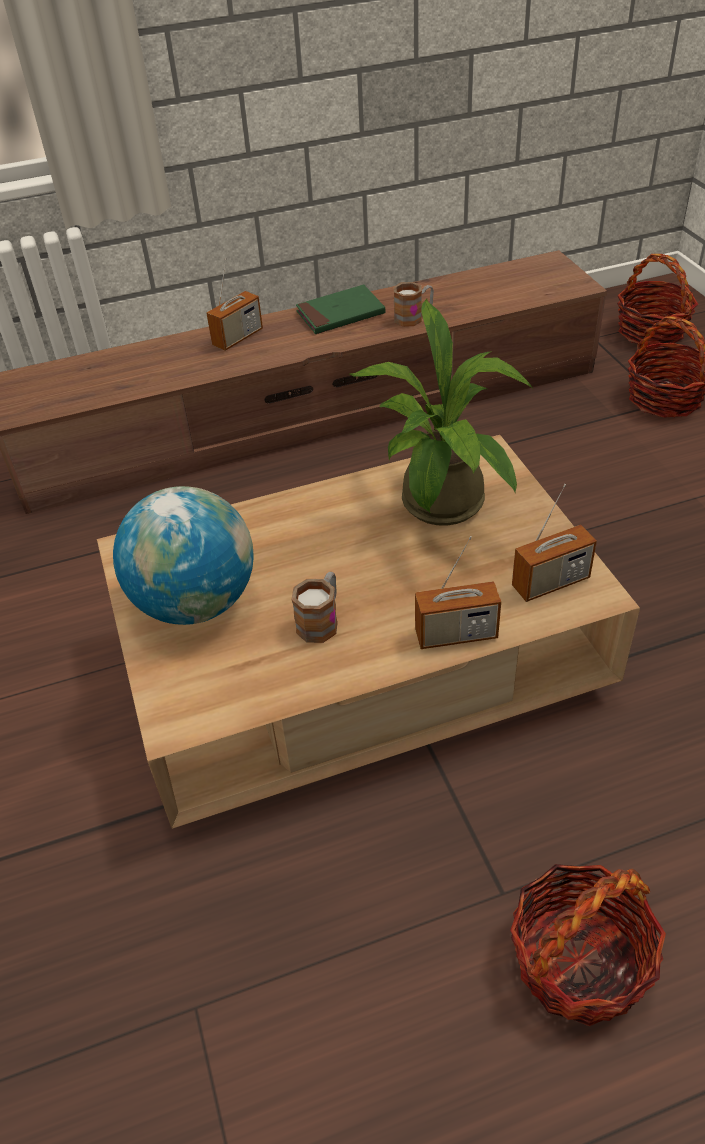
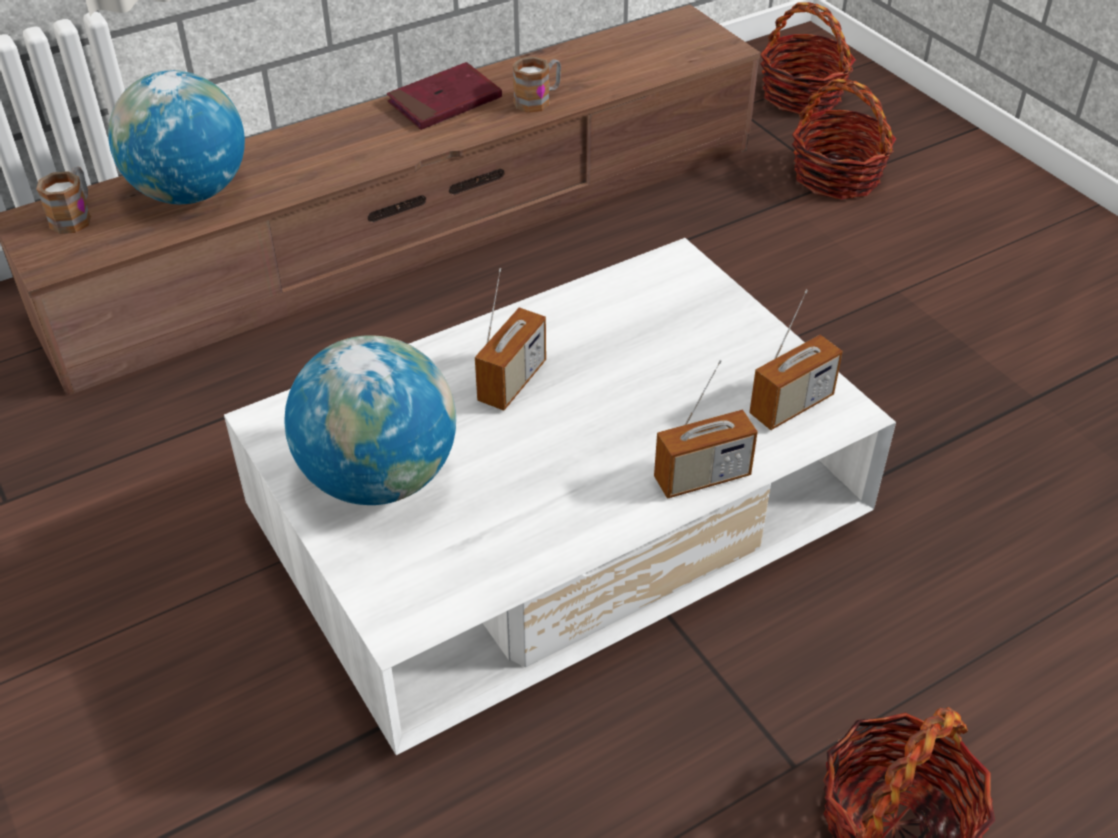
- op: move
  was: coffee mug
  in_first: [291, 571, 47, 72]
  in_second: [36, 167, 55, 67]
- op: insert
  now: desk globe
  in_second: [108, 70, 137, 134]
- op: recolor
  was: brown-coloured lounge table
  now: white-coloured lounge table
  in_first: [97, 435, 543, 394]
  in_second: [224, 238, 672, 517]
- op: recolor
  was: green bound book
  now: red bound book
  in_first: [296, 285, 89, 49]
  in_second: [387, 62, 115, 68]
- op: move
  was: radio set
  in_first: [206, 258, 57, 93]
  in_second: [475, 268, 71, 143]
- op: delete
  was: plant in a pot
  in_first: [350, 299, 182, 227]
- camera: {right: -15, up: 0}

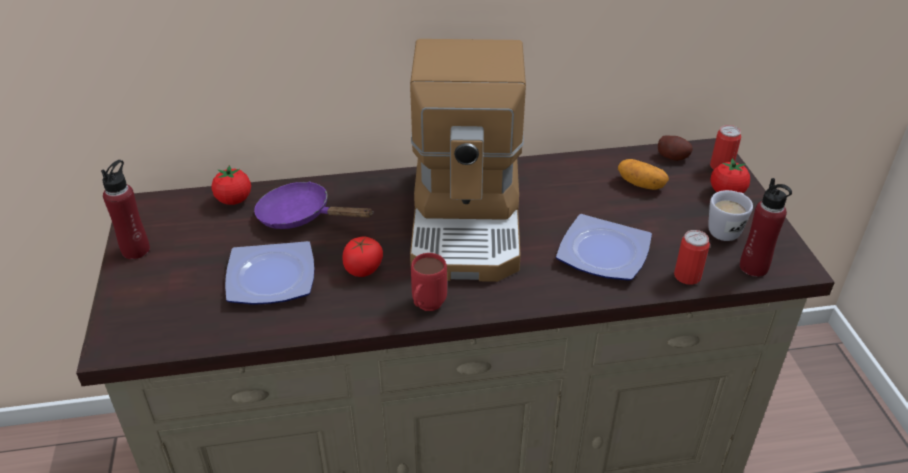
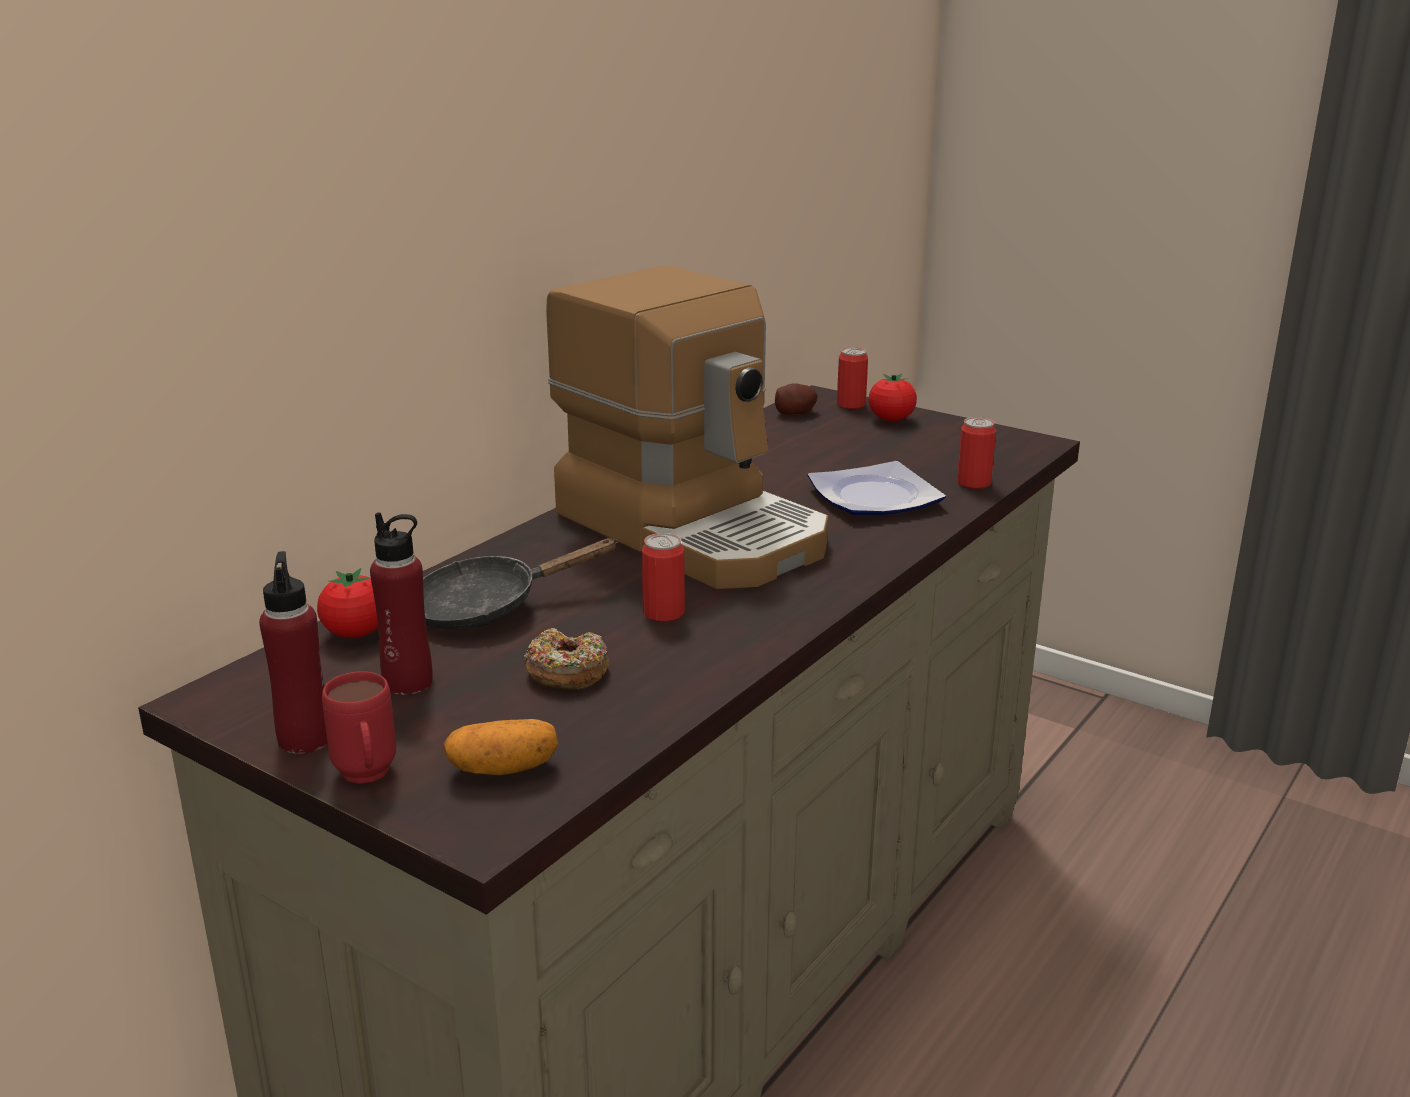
- op: move
  was: red coffee mug
  in_first: [411, 253, 36, 58]
  in_second: [322, 671, 74, 113]
- op: move
  was: red bottle
  in_first: [740, 178, 52, 99]
  in_second: [370, 513, 63, 182]
- op: recolor
  was: purple-coloured pan
  now: blackish pan
  in_first: [254, 181, 120, 48]
  in_second: [423, 538, 195, 92]
- op: move
  was: potato
  in_first: [618, 159, 51, 31]
  in_second: [444, 719, 114, 56]
- op: replace
  was: plate
  now: doughnut
  in_first: [225, 241, 89, 64]
  in_second: [524, 628, 85, 62]
- op: replace
  was: tomato
  now: can
  in_first: [342, 236, 41, 41]
  in_second: [642, 533, 43, 89]
- op: delete
  was: white-coloured coffee mug
  in_first: [708, 190, 45, 51]
- camera: {right: -45, up: -15}

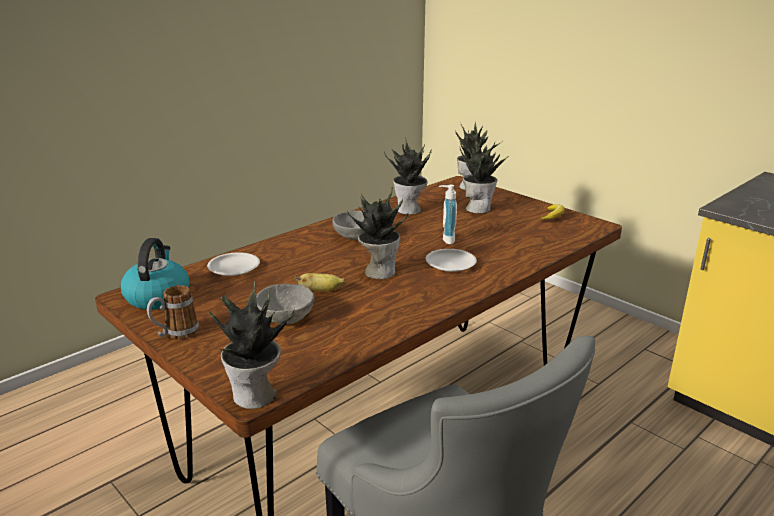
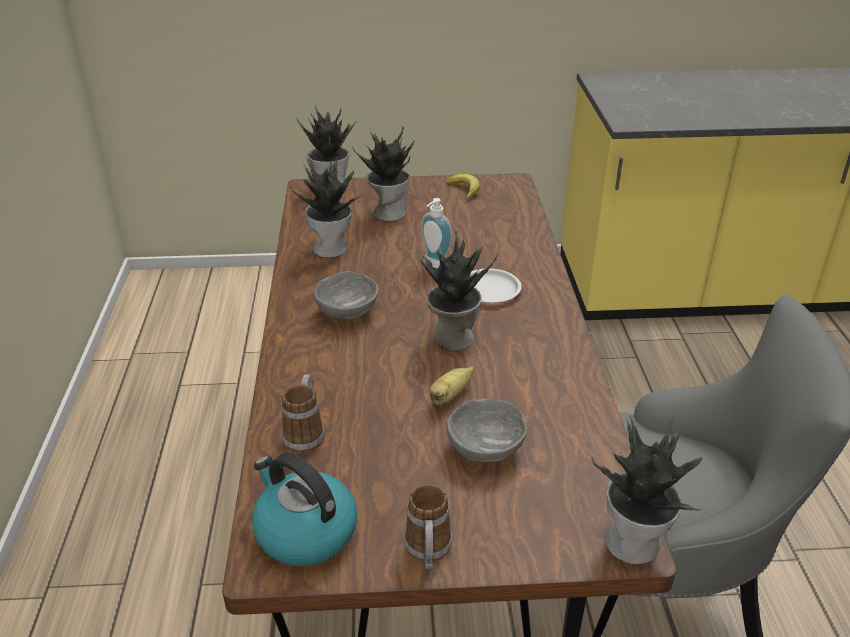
- op: replace
  was: white-coloured plate
  now: coffee mug
  in_first: [207, 252, 53, 24]
  in_second: [281, 374, 44, 79]
- camera: {right: -50, up: 10}

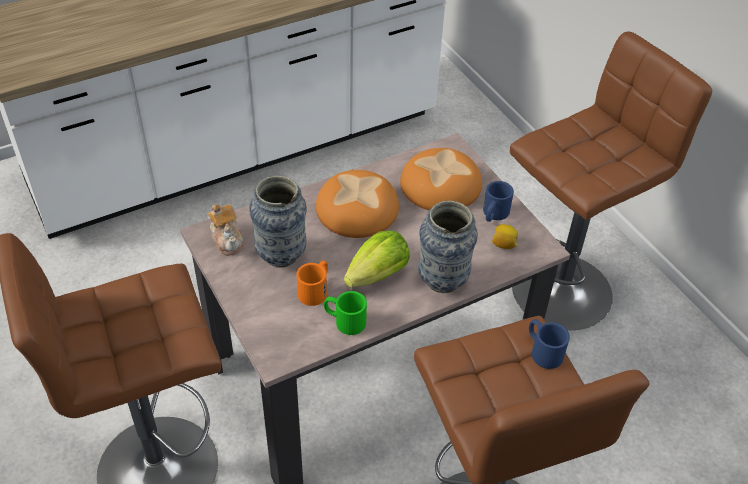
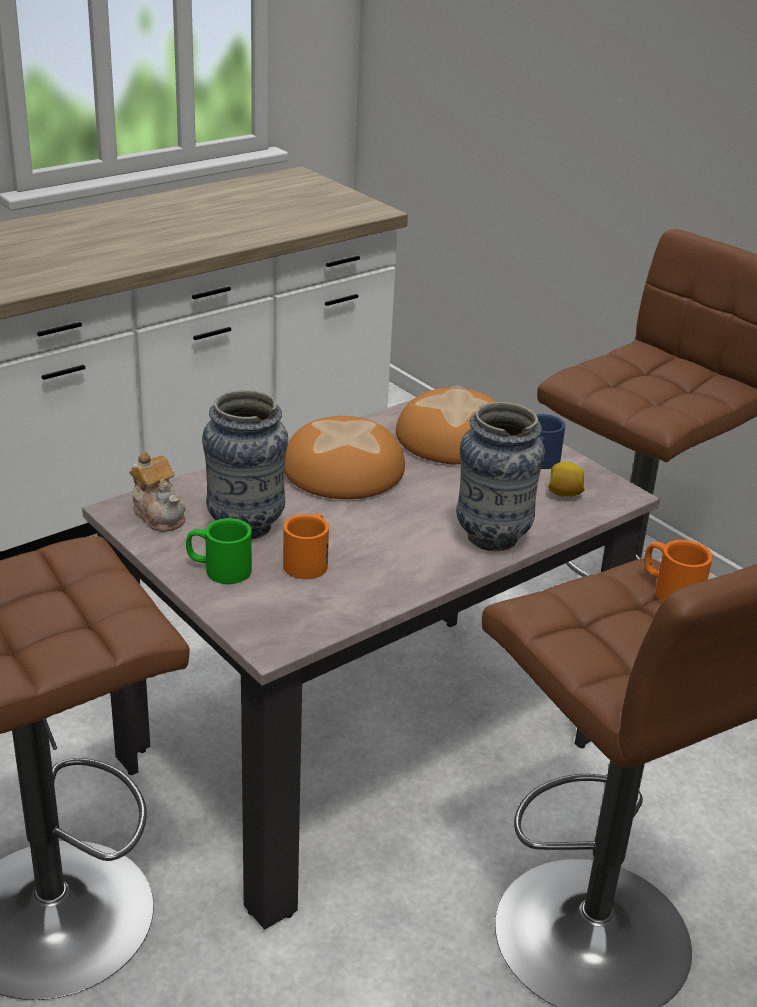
- op: move
  was: green coffee mug
  in_first: [324, 291, 43, 44]
  in_second: [186, 518, 66, 66]
- op: recolor
  was: bluish coffee mug
  now: orange coffee mug
  in_first: [529, 319, 41, 50]
  in_second: [644, 540, 69, 62]
- op: delete
  was: head of lettuce
  in_first: [344, 231, 66, 57]
- camera: {right: -10, up: -15}

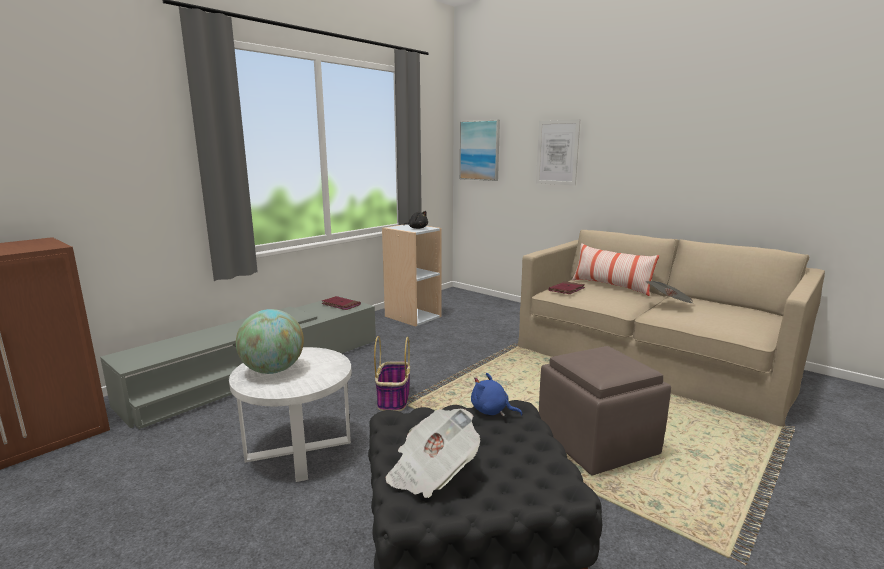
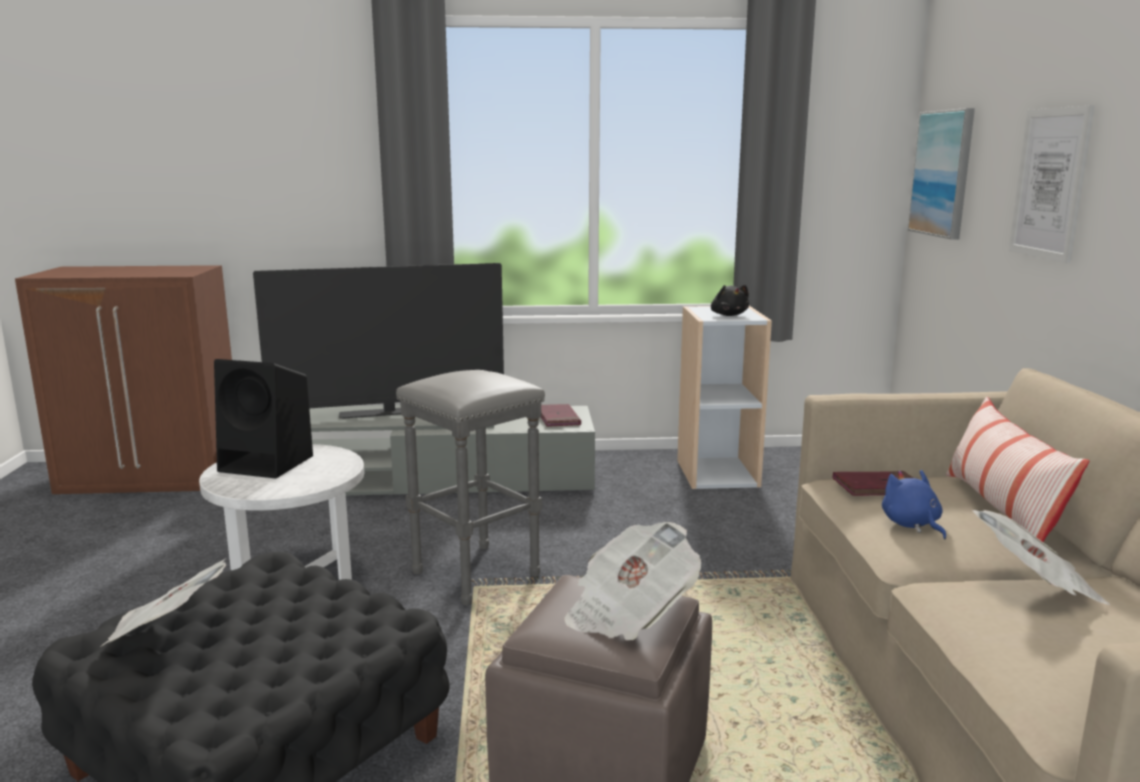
- op: replace
  was: desk globe
  now: blackish audio speaker
  in_first: [236, 309, 68, 65]
  in_second: [214, 359, 99, 119]
- op: insert
  now: television
  in_second: [253, 263, 251, 156]
- op: replace
  was: storage basket
  now: greyish stool seat
  in_first: [374, 336, 36, 75]
  in_second: [396, 370, 149, 235]
- op: insert
  now: daily paper
  in_second: [564, 522, 137, 118]
- op: move
  was: bluish soft toy
  in_first: [471, 373, 52, 44]
  in_second: [882, 470, 64, 69]
- camera: {right: 45, up: 0}

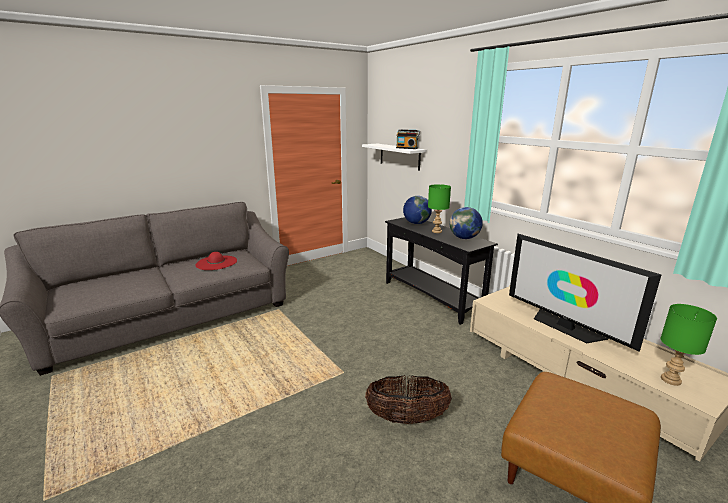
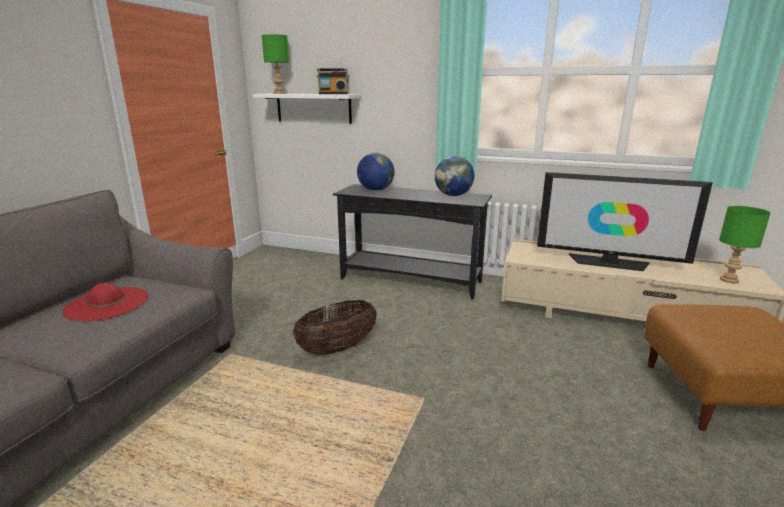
- op: move
  was: green table lamp
  in_first: [428, 184, 23, 49]
  in_second: [262, 34, 27, 60]
- op: move
  was: storage basket
  in_first: [365, 375, 87, 49]
  in_second: [293, 300, 84, 55]
- camera: {right: -35, up: 0}

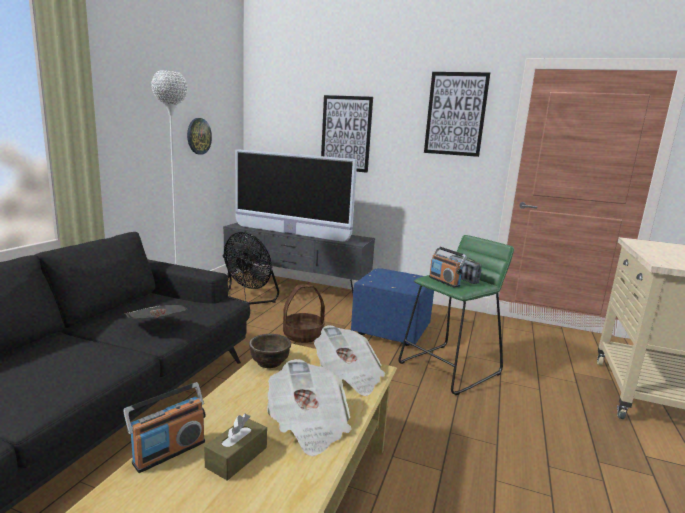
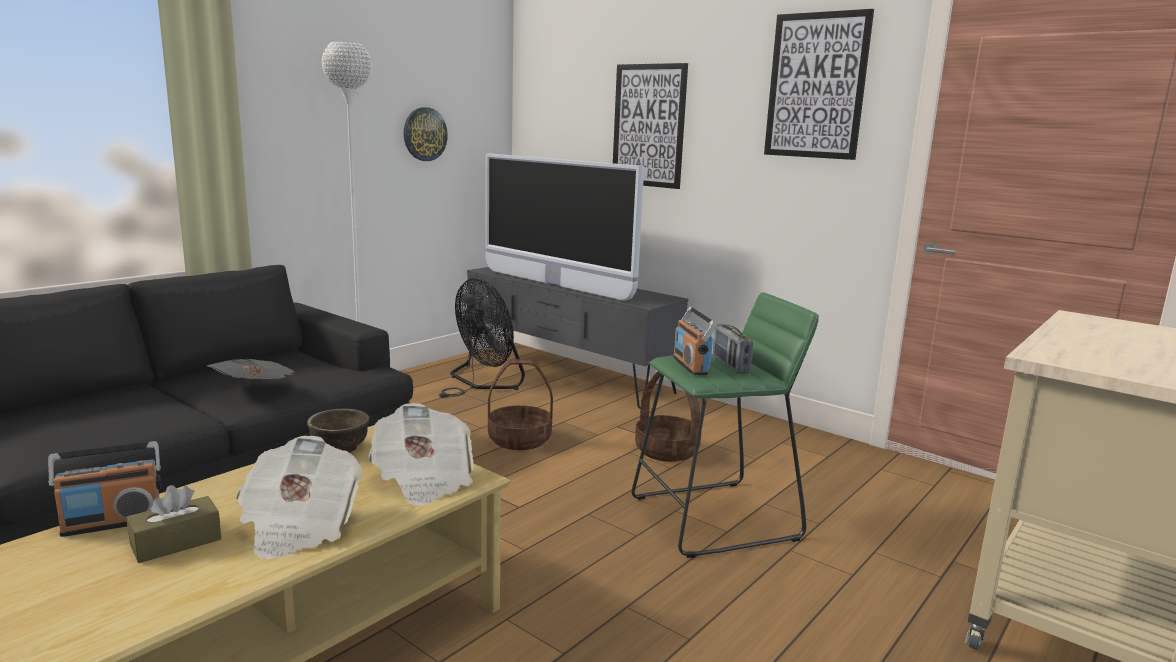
- op: replace
  was: bluish footrest
  now: storage basket
  in_first: [351, 268, 83, 78]
  in_second: [635, 372, 66, 90]
- camera: {right: 20, up: 0}

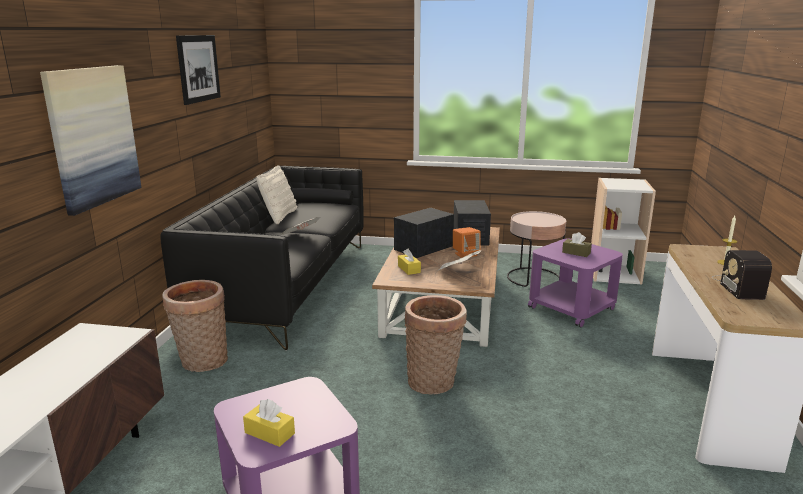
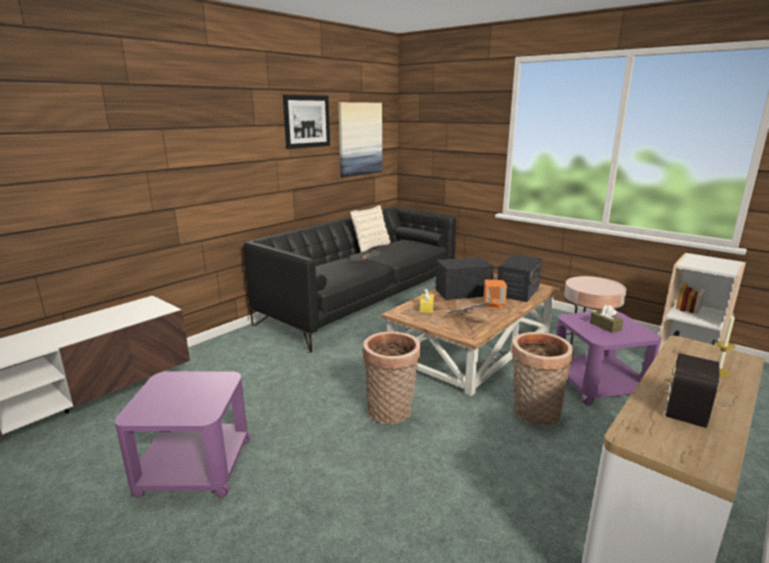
- op: move
  was: picture
  in_first: [40, 65, 101, 151]
  in_second: [338, 102, 44, 76]
- op: move
  was: storage basket
  in_first: [162, 280, 66, 92]
  in_second: [511, 332, 63, 94]
- op: delete
  was: yellow-coloured tissue box
  in_first: [243, 399, 52, 48]
- camera: {right: 30, up: 0}

